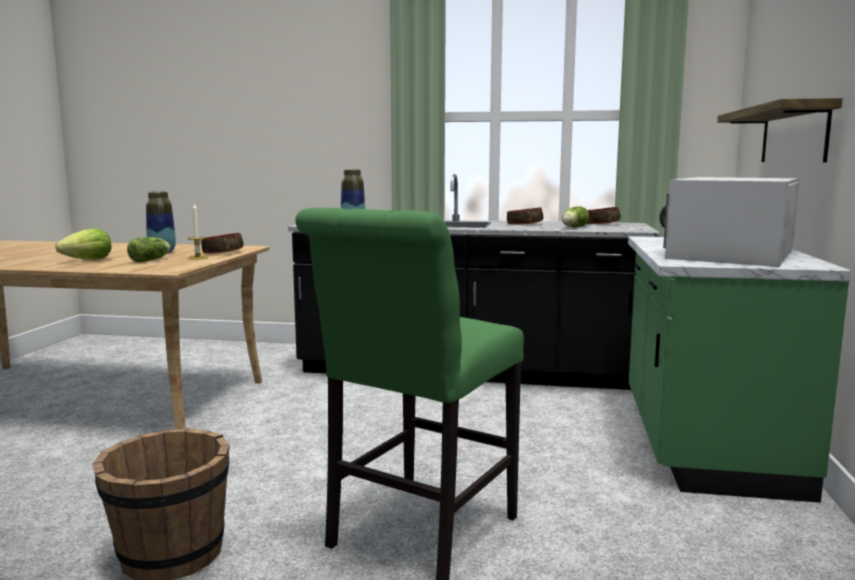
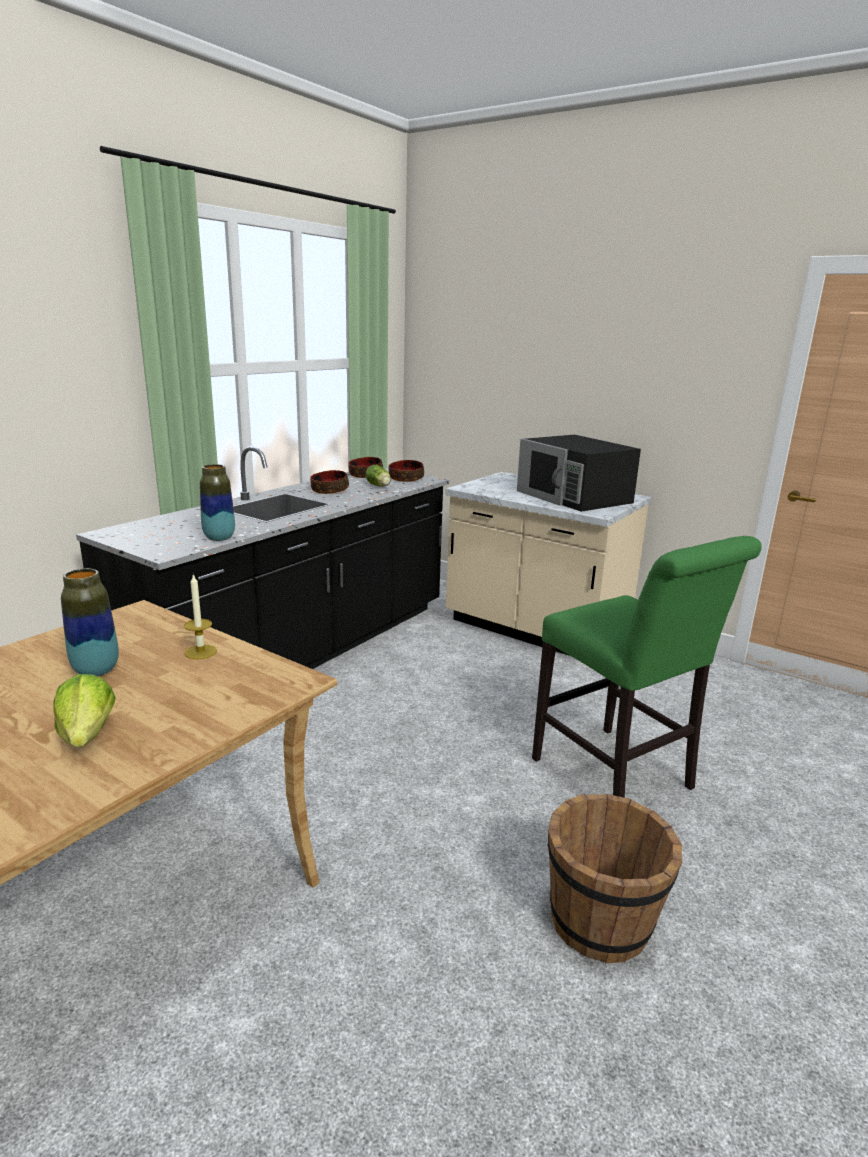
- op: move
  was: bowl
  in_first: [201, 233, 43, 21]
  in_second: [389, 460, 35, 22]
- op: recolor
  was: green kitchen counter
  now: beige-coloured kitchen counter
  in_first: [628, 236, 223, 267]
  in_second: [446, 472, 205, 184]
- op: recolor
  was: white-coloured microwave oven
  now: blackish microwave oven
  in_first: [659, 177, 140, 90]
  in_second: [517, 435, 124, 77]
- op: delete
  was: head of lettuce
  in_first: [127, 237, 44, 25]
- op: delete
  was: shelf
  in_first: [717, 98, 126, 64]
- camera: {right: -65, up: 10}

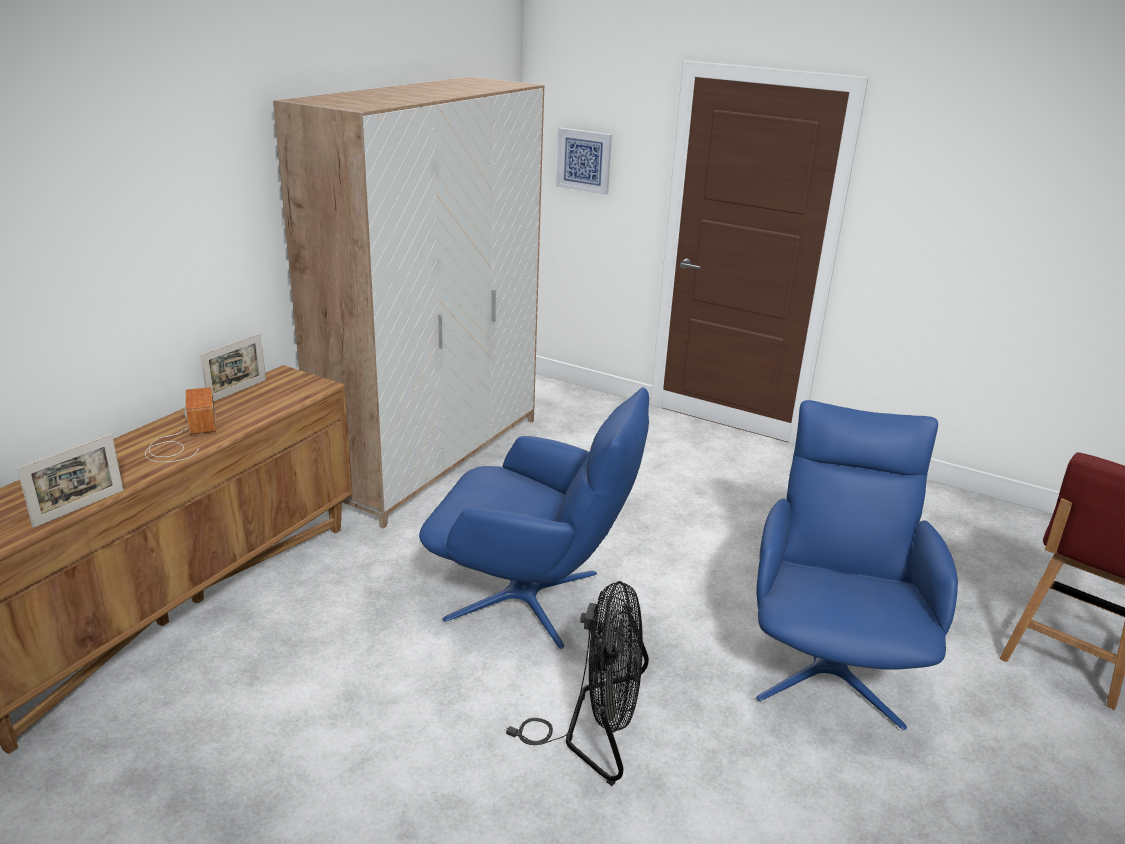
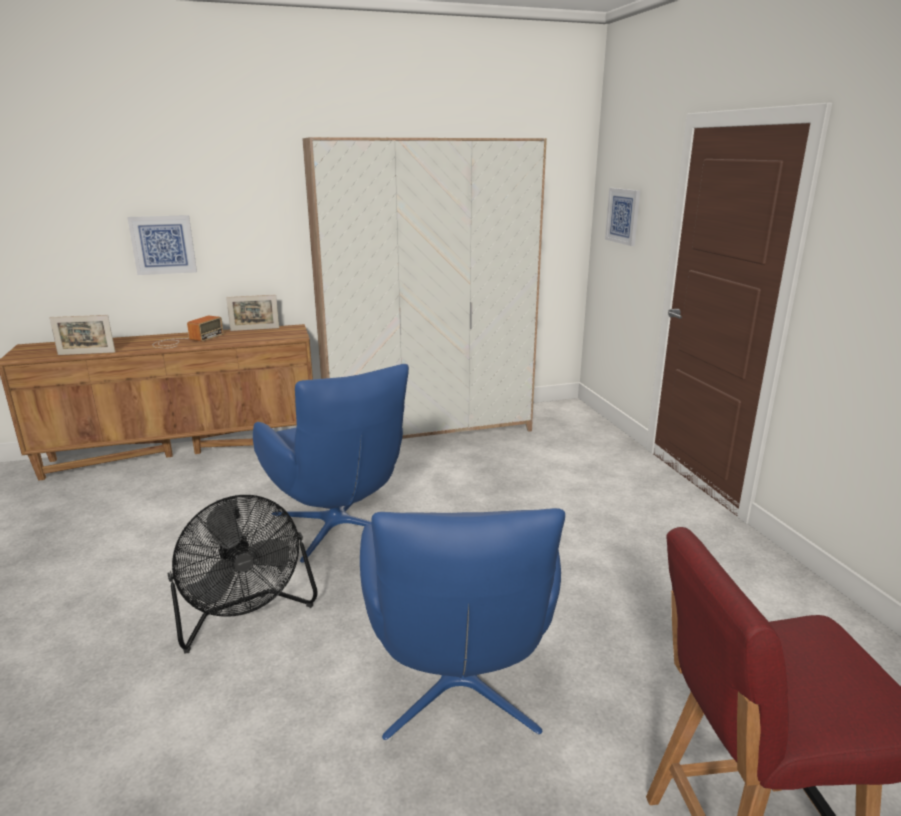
- op: insert
  now: picture
  in_second: [127, 215, 70, 60]
- op: rotate
  was: bluish easy chair
  in_first: [756, 400, 202, 331]
  in_second: [360, 508, 205, 234]
  clockwise: 120
- camera: {right: 45, up: -5}

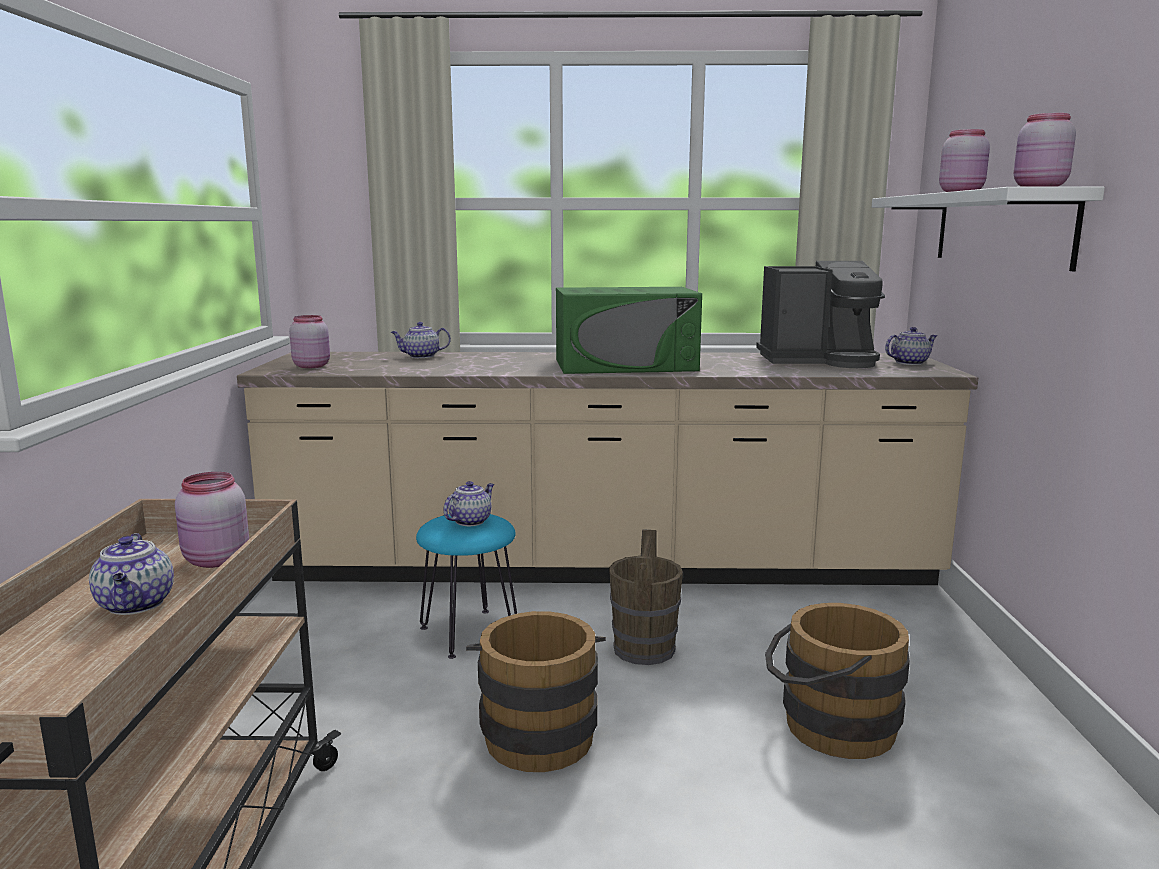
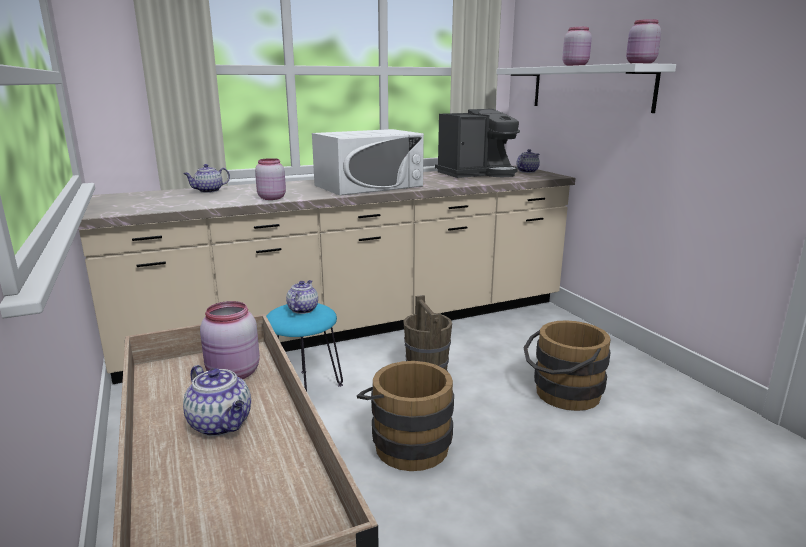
- op: move
  was: pink jar
  in_first: [289, 315, 41, 53]
  in_second: [255, 158, 31, 42]
- op: recolor
  was: green microwave oven
  now: white-coloured microwave oven
  in_first: [556, 287, 146, 87]
  in_second: [312, 129, 112, 66]
- camera: {right: -25, up: 5}

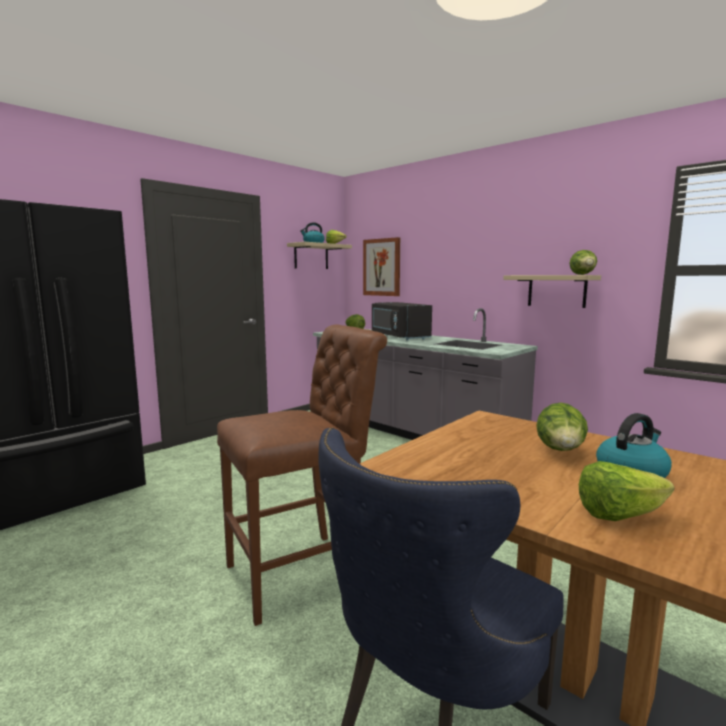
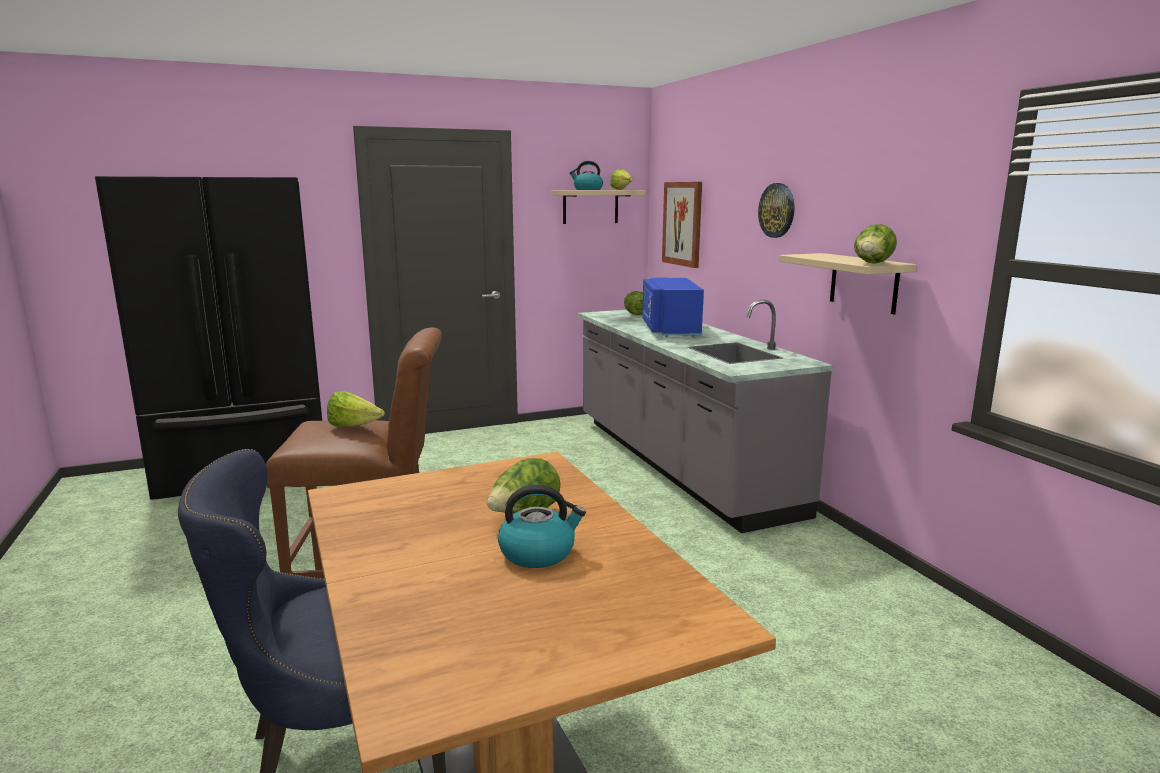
- op: move
  was: head of lettuce
  in_first: [579, 461, 95, 60]
  in_second: [327, 391, 58, 36]
- op: recolor
  was: blackish microwave oven
  now: bluish microwave oven
  in_first: [372, 302, 60, 39]
  in_second: [642, 278, 62, 59]
- op: insert
  now: hanging clock
  in_second: [758, 183, 36, 55]
- camera: {right: 25, up: 5}

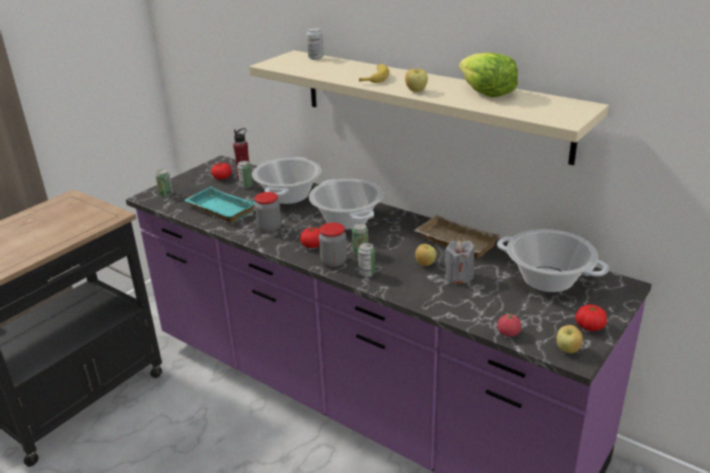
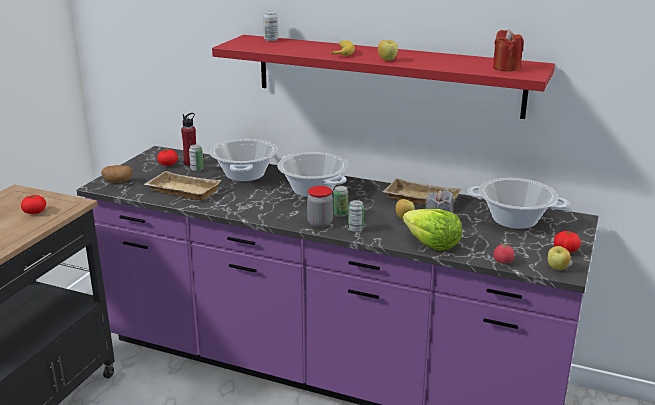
- op: move
  was: tomato
  in_first: [300, 227, 20, 21]
  in_second: [21, 195, 25, 19]
- op: replace
  was: can
  now: potato
  in_first: [156, 169, 17, 28]
  in_second: [101, 165, 31, 18]
- op: recolor
  was: blue-green tray
  now: beige-coloured tray
  in_first: [184, 187, 71, 36]
  in_second: [144, 171, 77, 30]
- op: recolor
  was: beige-coloured shelf
  now: red shelf
  in_first: [249, 50, 360, 115]
  in_second: [212, 35, 343, 84]
- op: move
  was: head of lettuce
  in_first: [459, 53, 59, 44]
  in_second: [403, 209, 59, 42]
- op: insert
  now: red wax light
  in_second: [493, 29, 31, 42]
- op: delete
  was: jar
  in_first: [254, 192, 27, 41]
- camera: {right: -15, up: -5}

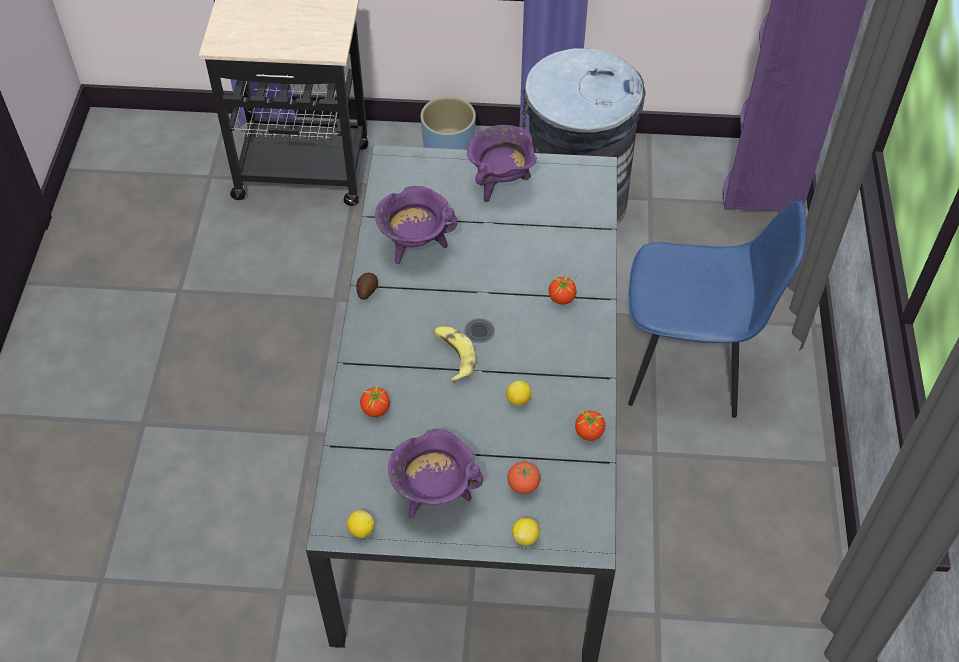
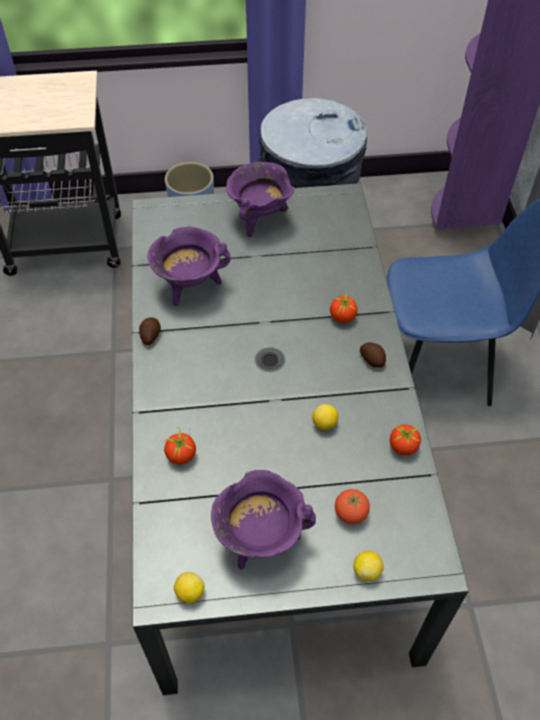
- op: insert
  now: potato
  in_second: [360, 342, 26, 26]
- op: delete
  was: banana fruit
  in_first: [433, 326, 43, 57]
- camera: {right: -10, up: 0}

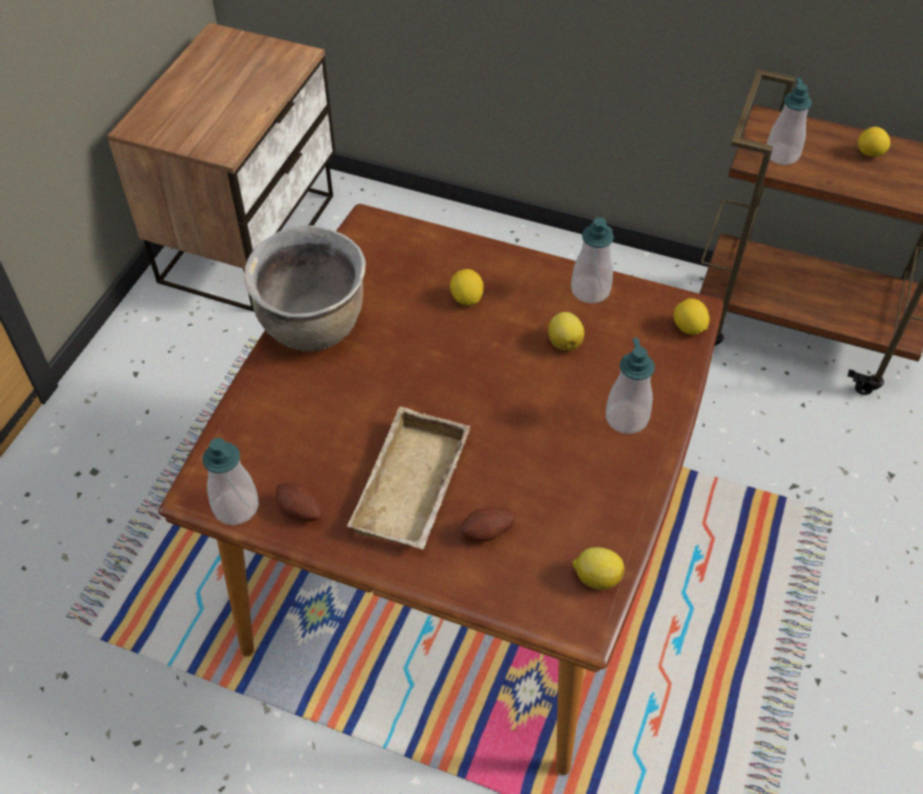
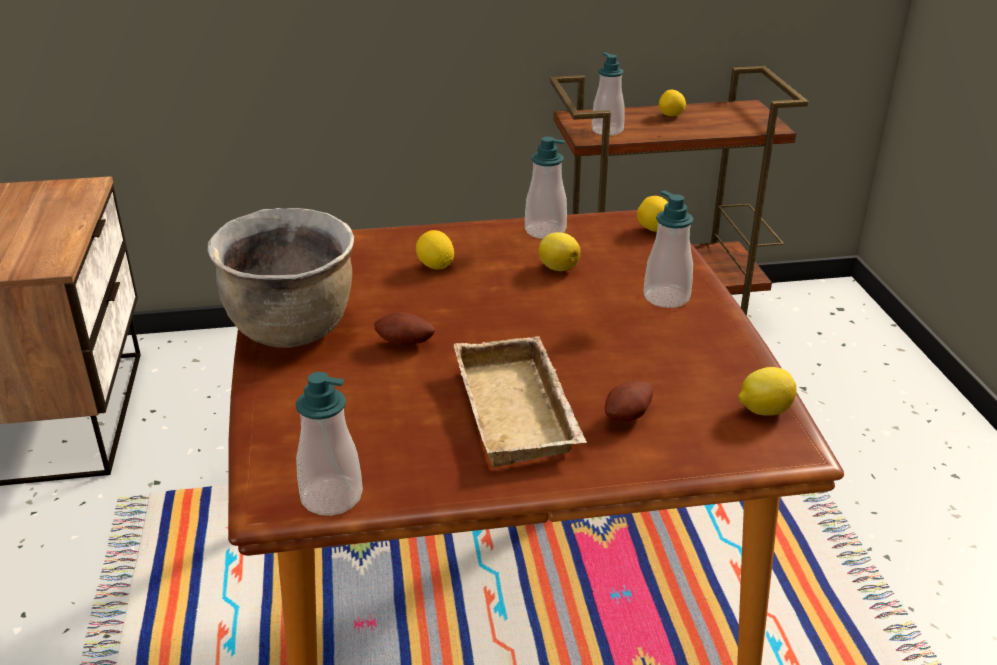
- op: move
  was: potato
  in_first: [276, 482, 46, 39]
  in_second: [374, 312, 61, 33]
- camera: {right: -30, up: -20}

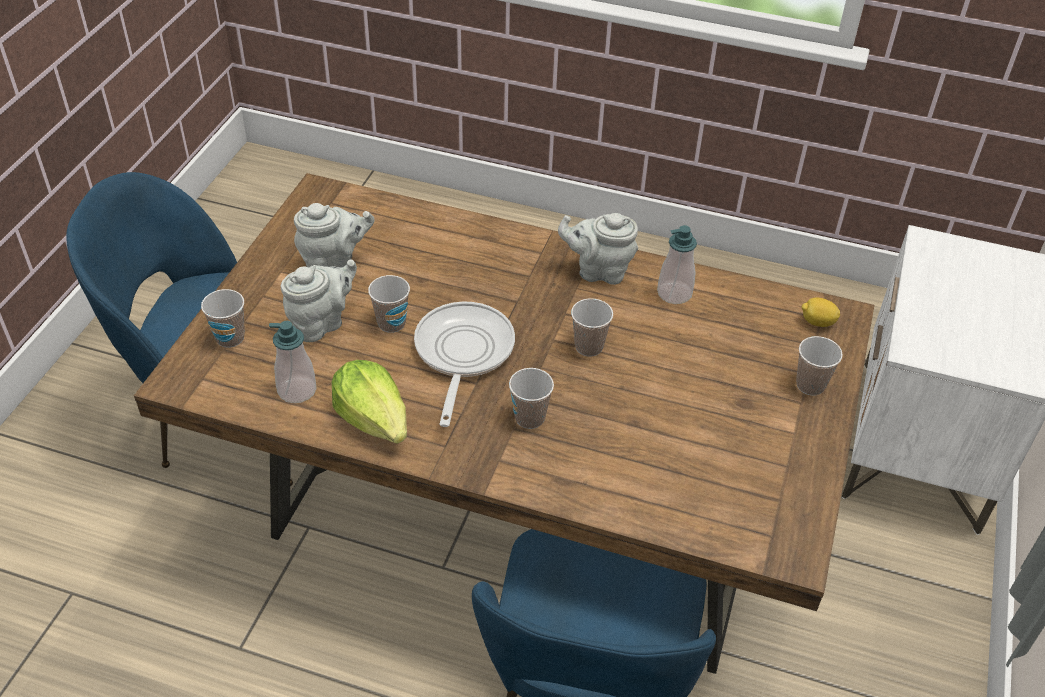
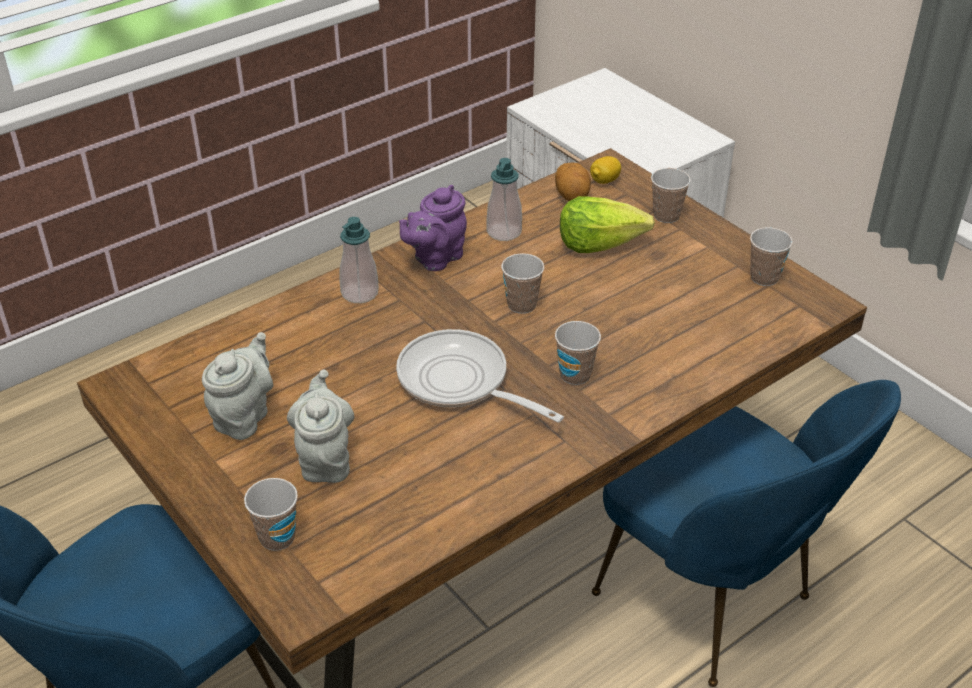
- op: move
  was: soap bottle
  in_first: [269, 321, 47, 82]
  in_second: [339, 217, 40, 86]
- op: recolor
  was: greyish pot for tea
  now: purple-coloured pot for tea
  in_first: [558, 213, 80, 72]
  in_second: [399, 185, 68, 86]
- op: insert
  now: potato
  in_second: [555, 162, 36, 39]
- op: move
  was: head of lettuce
  in_first: [332, 360, 75, 84]
  in_second: [560, 196, 95, 57]
- op: move
  was: drinking cup
  in_first: [368, 275, 42, 58]
  in_second: [750, 227, 43, 59]
- camera: {right: -55, up: -5}

